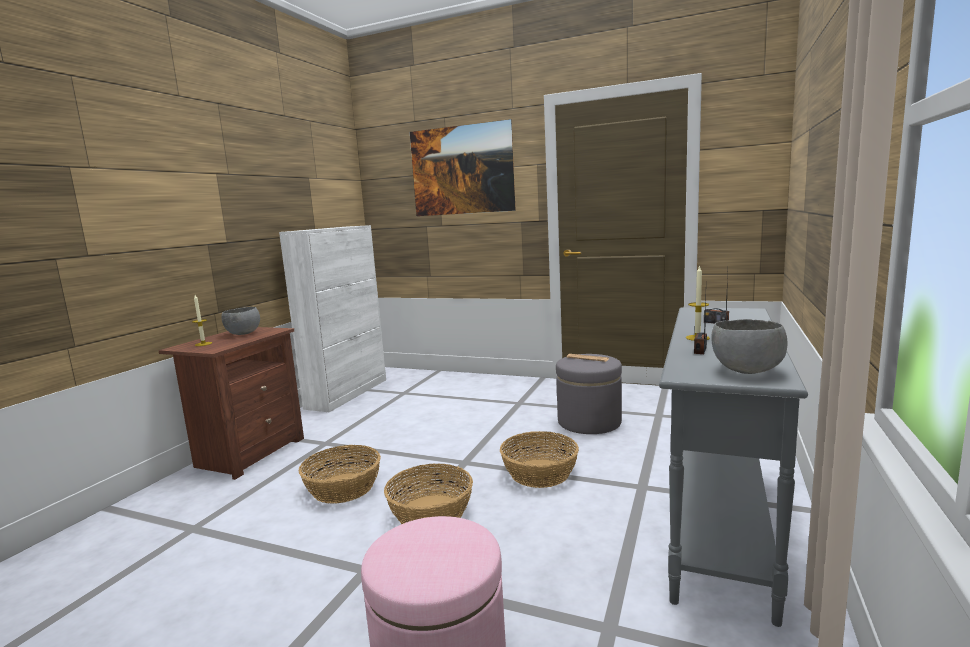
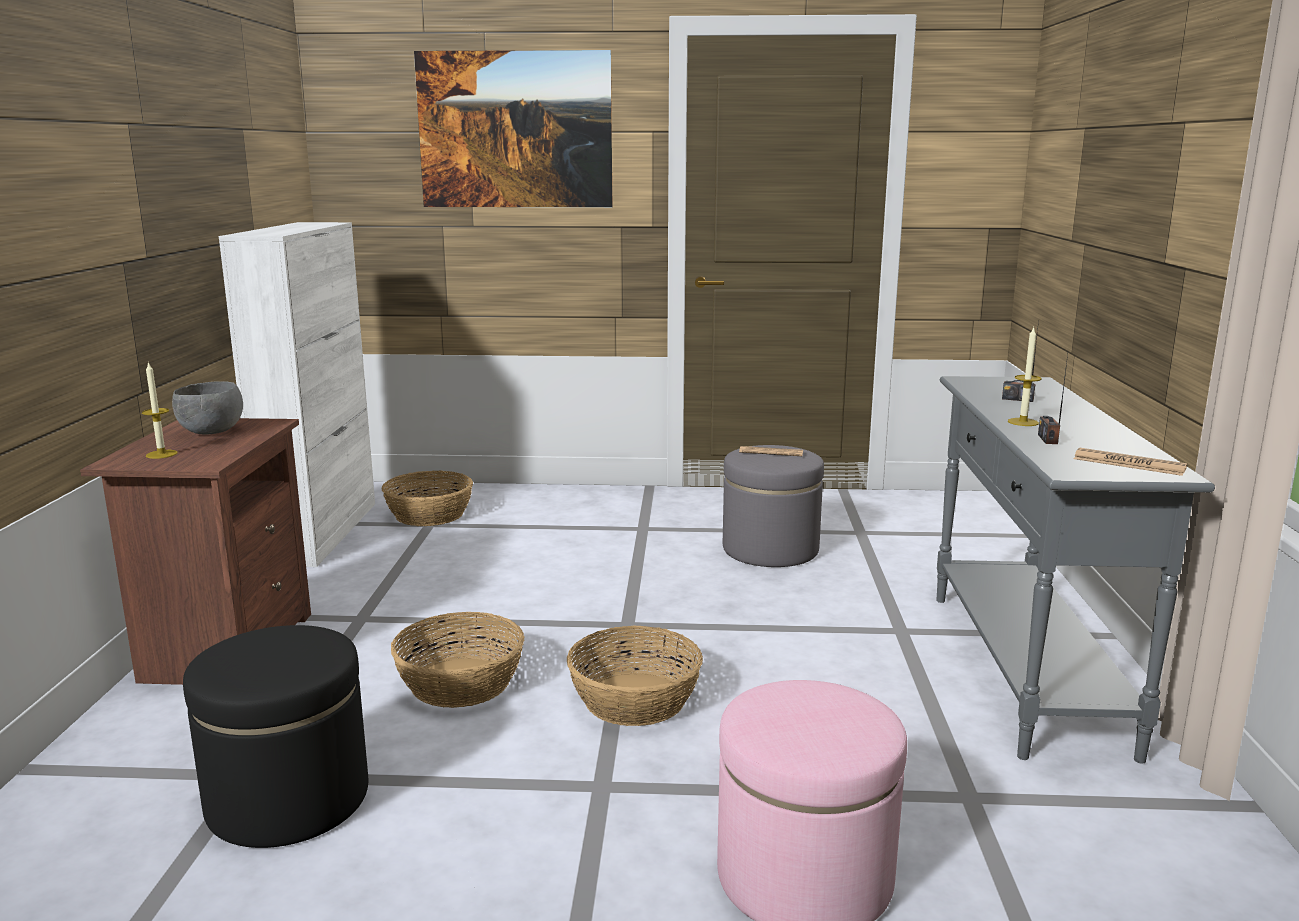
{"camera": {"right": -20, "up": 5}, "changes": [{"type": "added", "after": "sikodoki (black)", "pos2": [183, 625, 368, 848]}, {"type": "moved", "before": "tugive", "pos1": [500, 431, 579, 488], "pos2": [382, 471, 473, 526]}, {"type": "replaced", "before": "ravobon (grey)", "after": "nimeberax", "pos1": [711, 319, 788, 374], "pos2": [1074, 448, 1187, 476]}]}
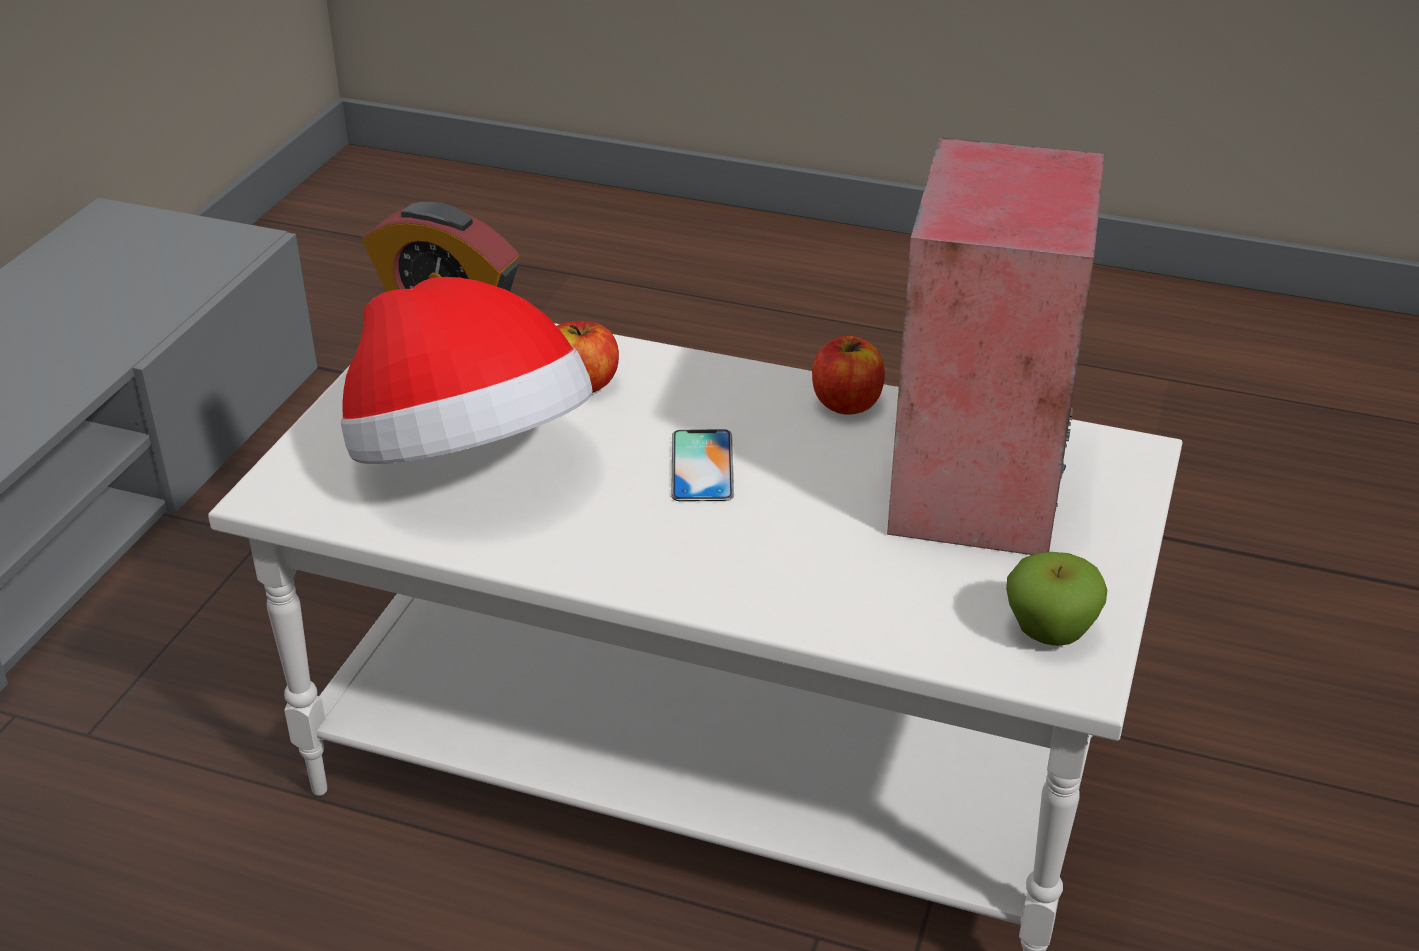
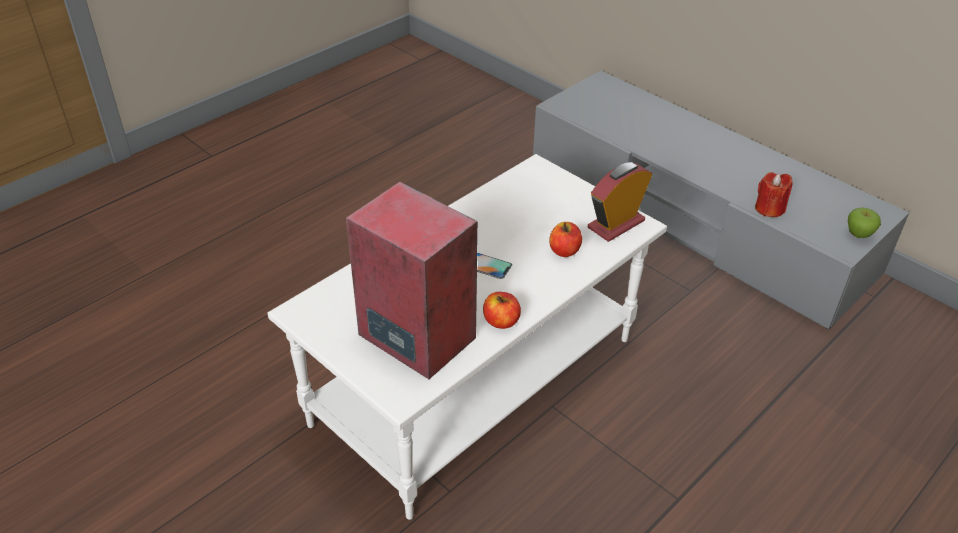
{"camera": {"right": 115, "up": 5}, "changes": [{"type": "removed", "before": "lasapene", "pos1": [341, 277, 593, 464]}, {"type": "added", "after": "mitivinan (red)", "pos2": [755, 172, 793, 217]}, {"type": "moved", "before": "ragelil", "pos1": [1006, 552, 1107, 646], "pos2": [848, 208, 881, 238]}]}
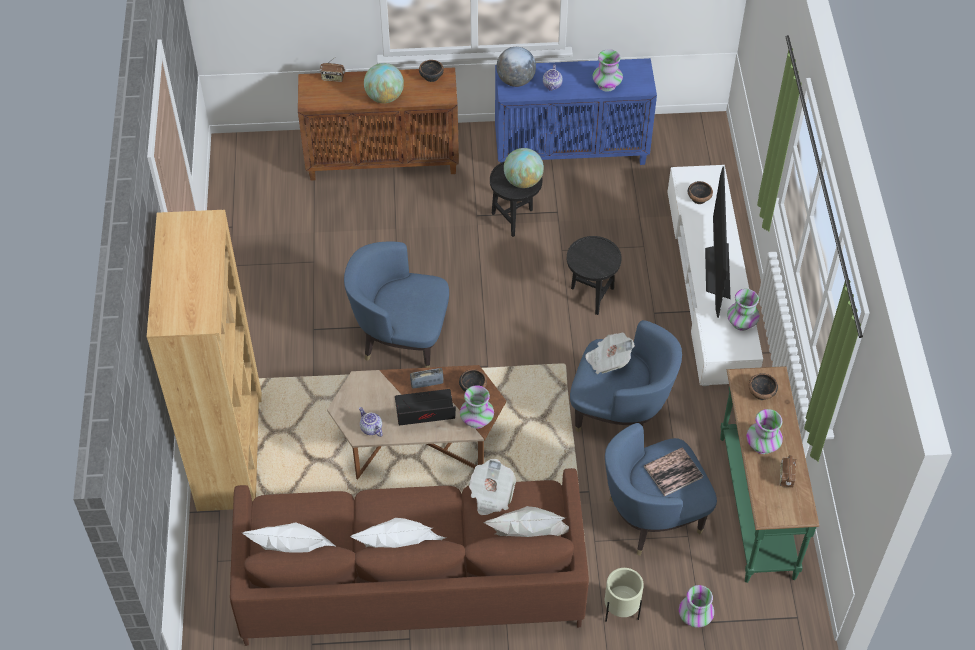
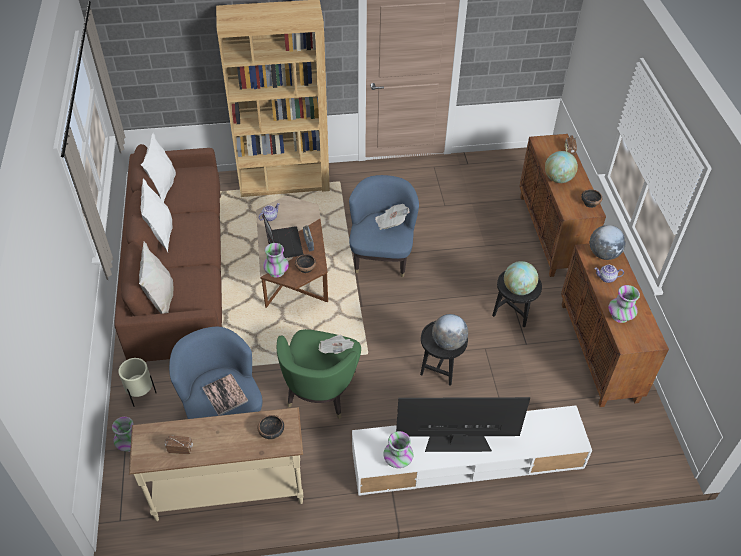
{"camera": {"right": 85, "up": -5}, "changes": [{"type": "removed", "before": "ravobon", "pos1": [688, 181, 713, 204]}, {"type": "removed", "before": "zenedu", "pos1": [747, 409, 783, 454]}, {"type": "added", "after": "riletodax", "pos2": [432, 314, 468, 350]}, {"type": "moved", "before": "nimeberax", "pos1": [468, 459, 516, 515], "pos2": [375, 204, 409, 230]}, {"type": "recoloured", "before": "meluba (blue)", "after": "meluba (brown)", "pos1": [495, 58, 657, 165], "pos2": [561, 244, 669, 407]}, {"type": "recoloured", "before": "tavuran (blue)", "after": "tavuran (green)", "pos1": [570, 320, 682, 432], "pos2": [277, 329, 361, 419]}, {"type": "recoloured", "before": "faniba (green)", "after": "faniba (beige)", "pos1": [720, 366, 819, 583], "pos2": [129, 407, 303, 521]}]}
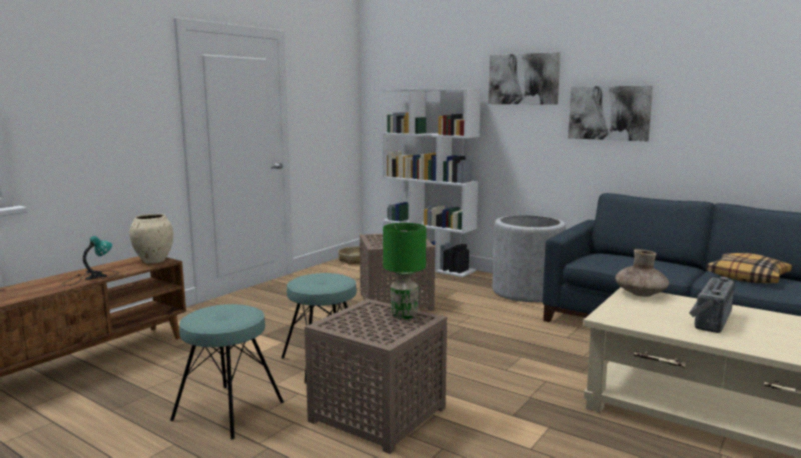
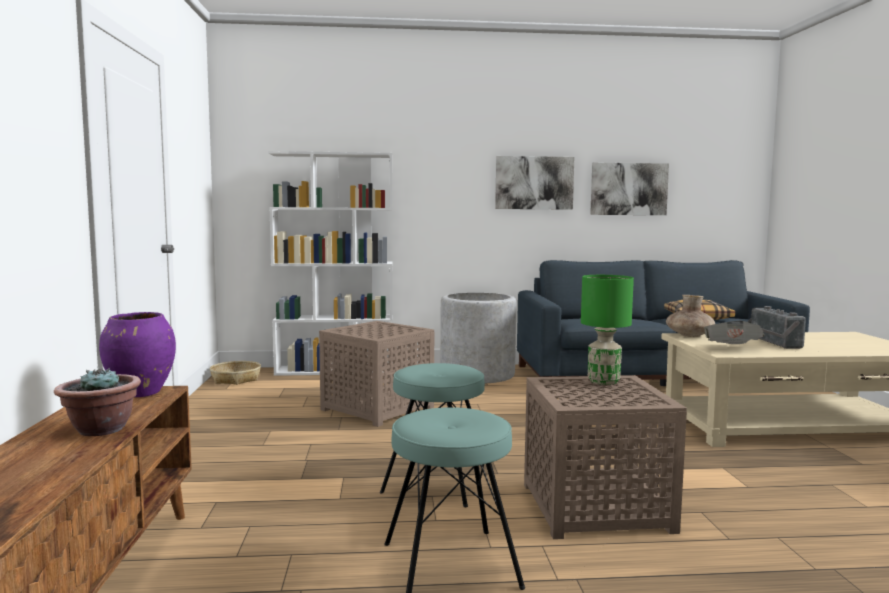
{"camera": {"right": -40, "up": -5}, "changes": [{"type": "added", "after": "nimeberax", "pos2": [704, 321, 765, 344]}, {"type": "moved", "before": "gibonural", "pos1": [488, 52, 561, 105], "pos2": [590, 162, 669, 215]}, {"type": "replaced", "before": "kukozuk", "after": "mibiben", "pos1": [62, 236, 119, 286], "pos2": [54, 366, 141, 436]}, {"type": "recoloured", "before": "zenedu (beige)", "after": "zenedu (purple)", "pos1": [130, 214, 173, 264], "pos2": [99, 312, 176, 397]}]}
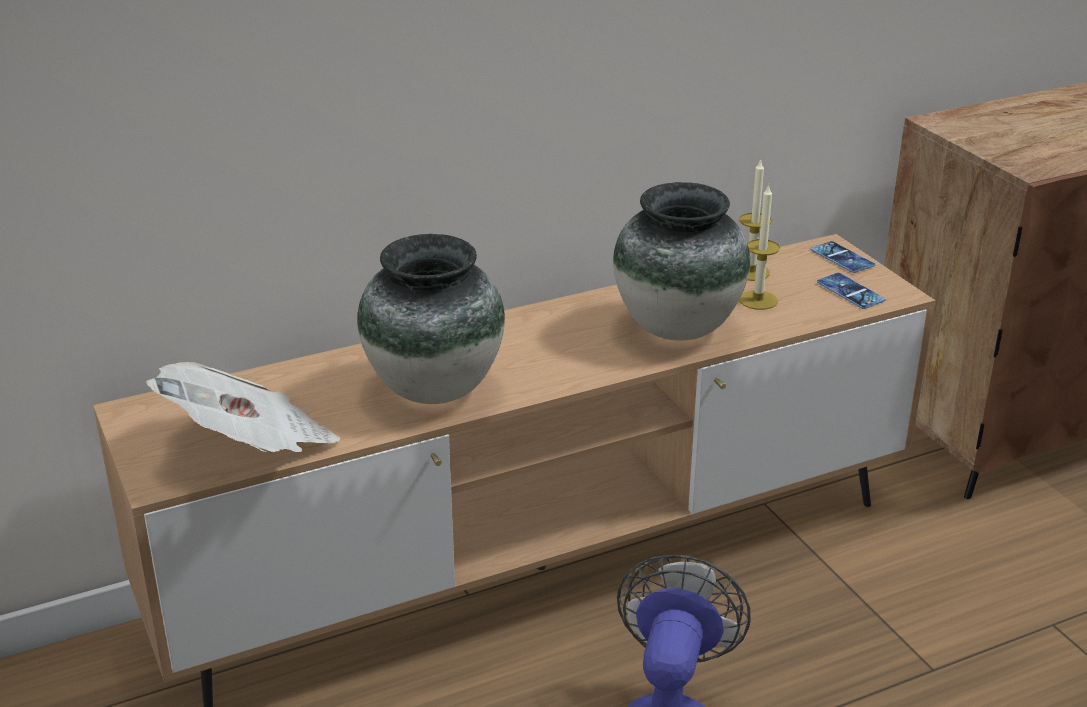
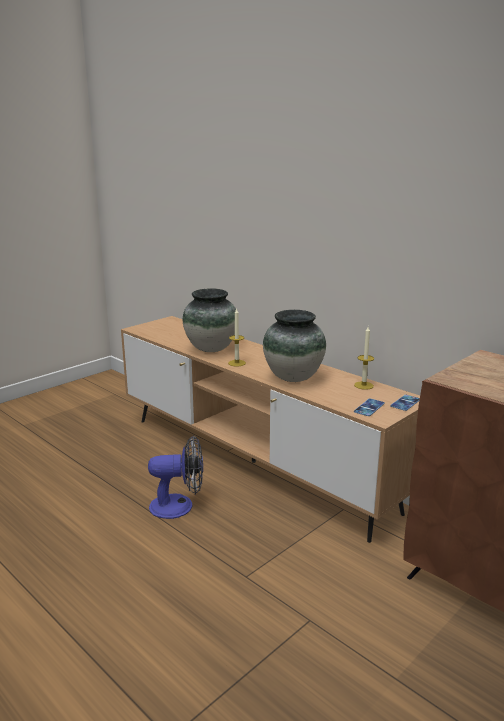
{"camera": {"right": 70, "up": -10}, "changes": [{"type": "removed", "before": "nimeberax", "pos1": [146, 362, 340, 453]}, {"type": "moved", "before": "mitivinan", "pos1": [739, 184, 780, 310], "pos2": [228, 308, 246, 367]}]}
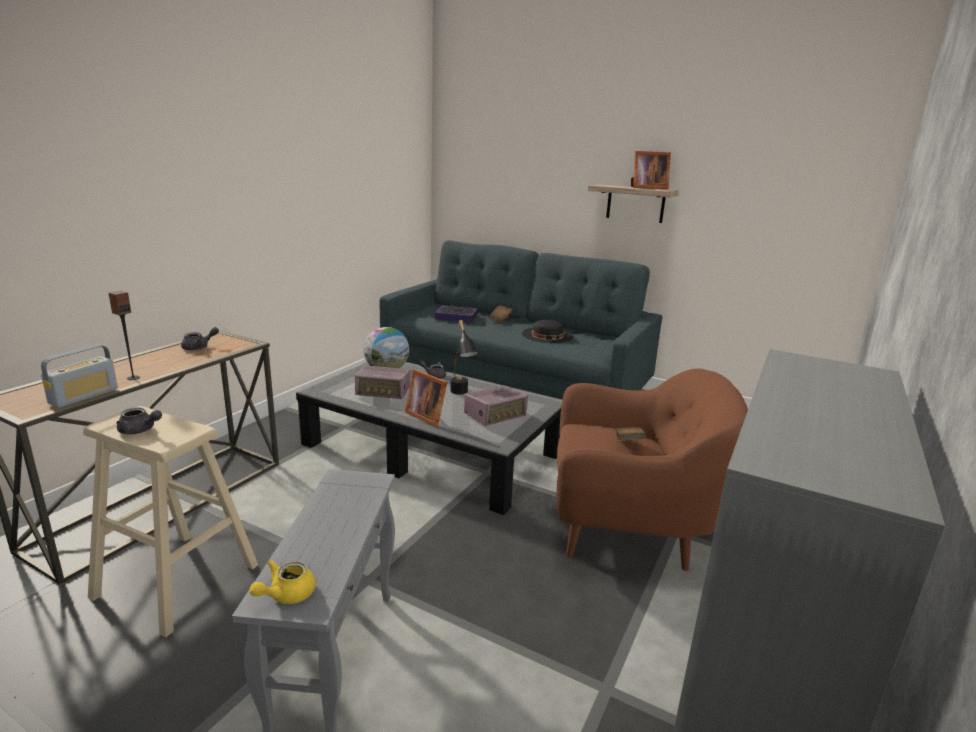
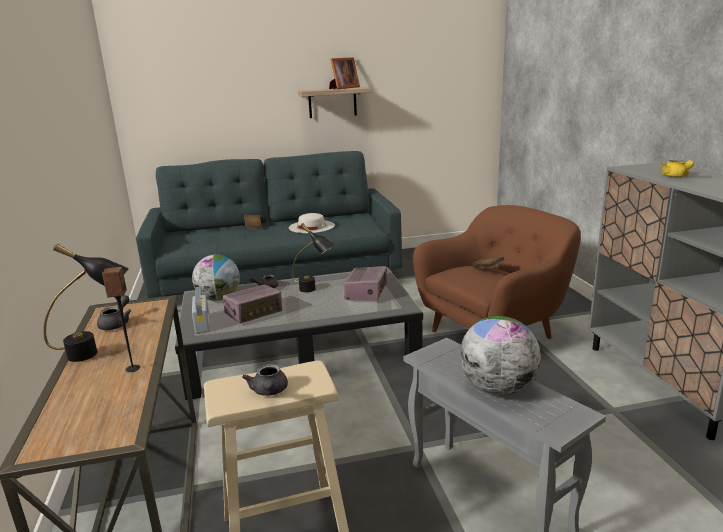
{"camera": {"right": -40, "up": 0}, "changes": [{"type": "removed", "before": "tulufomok", "pos1": [405, 369, 447, 427]}, {"type": "removed", "before": "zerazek", "pos1": [434, 305, 478, 323]}, {"type": "added", "after": "kukozuk (black)", "pos2": [43, 243, 129, 362]}, {"type": "added", "after": "riletodax", "pos2": [460, 316, 541, 396]}, {"type": "moved", "before": "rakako", "pos1": [41, 345, 118, 408], "pos2": [192, 287, 210, 333]}, {"type": "moved", "before": "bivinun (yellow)", "pos1": [250, 560, 316, 604], "pos2": [661, 160, 694, 177]}, {"type": "recoloured", "before": "lasapene (black)", "after": "lasapene (white)", "pos1": [522, 320, 574, 343], "pos2": [289, 213, 335, 233]}, {"type": "turned", "before": "bivinun (grey)", "pos1": [116, 407, 162, 434], "pos2": [242, 364, 288, 396], "turn": 105}]}
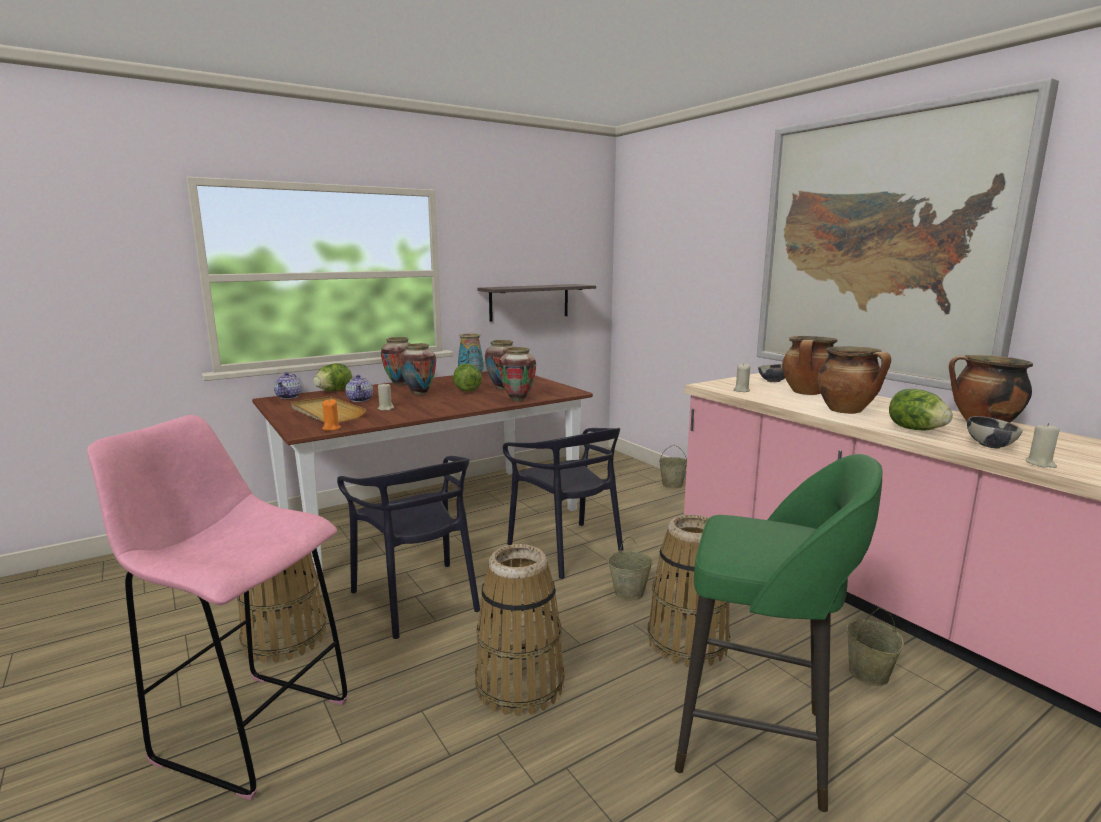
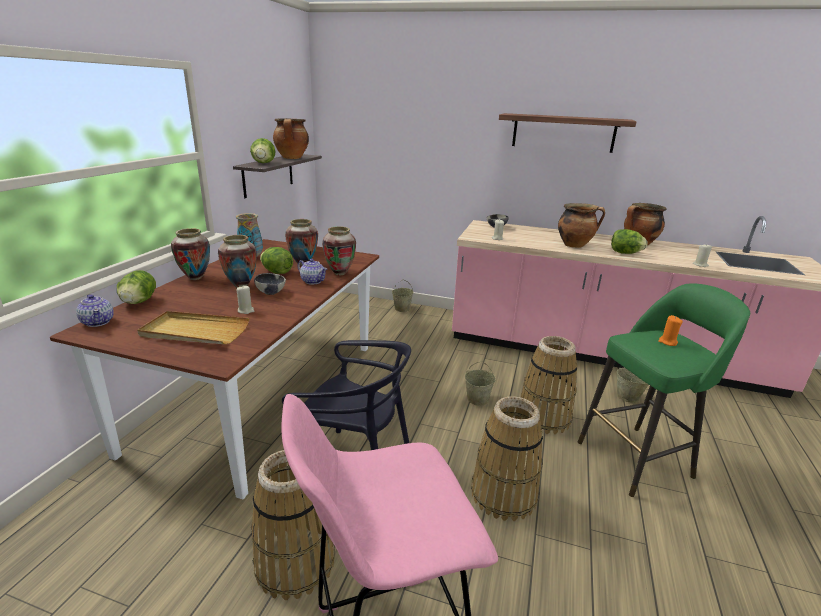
{"camera": {"right": -40, "up": 10}, "changes": [{"type": "removed", "before": "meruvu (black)", "pos1": [503, 428, 624, 579]}, {"type": "added", "after": "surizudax", "pos2": [250, 138, 276, 163]}, {"type": "moved", "before": "mitivinan (orange)", "pos1": [322, 399, 341, 431], "pos2": [658, 315, 683, 346]}, {"type": "moved", "before": "bivinun", "pos1": [345, 375, 373, 402], "pos2": [298, 259, 327, 285]}, {"type": "moved", "before": "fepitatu", "pos1": [782, 336, 838, 395], "pos2": [273, 118, 309, 159]}, {"type": "moved", "before": "ravobon", "pos1": [967, 416, 1023, 449], "pos2": [254, 273, 286, 295]}, {"type": "replaced", "before": "gibonural", "after": "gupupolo", "pos1": [757, 78, 1059, 390], "pos2": [499, 113, 637, 153]}]}
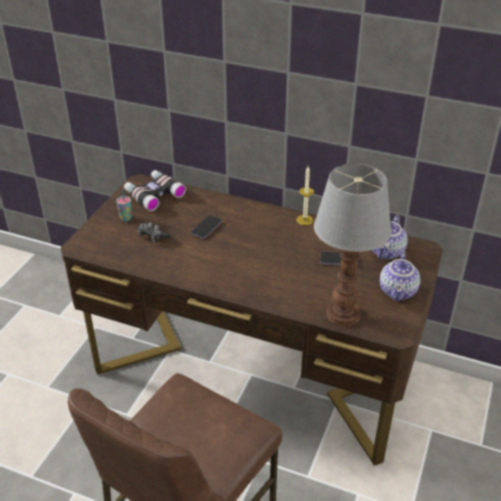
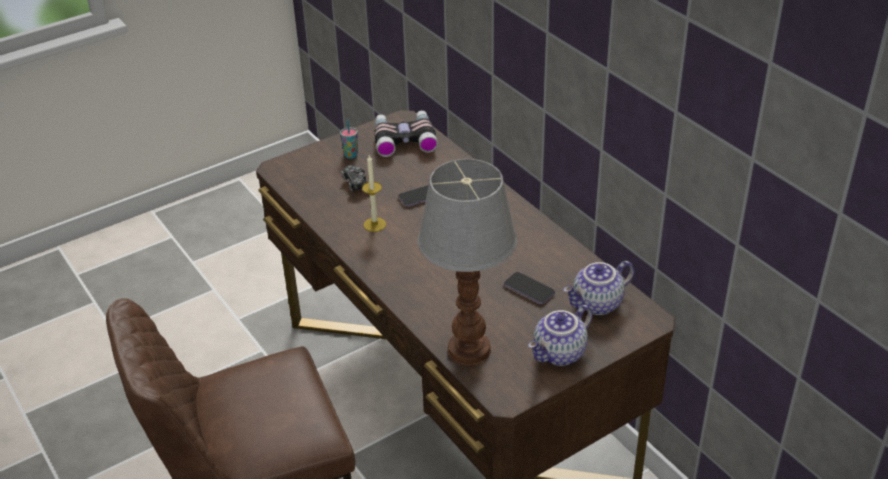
{"camera": {"right": 35, "up": 0}, "changes": [{"type": "moved", "before": "mitivinan", "pos1": [296, 167, 314, 225], "pos2": [362, 155, 386, 232]}]}
